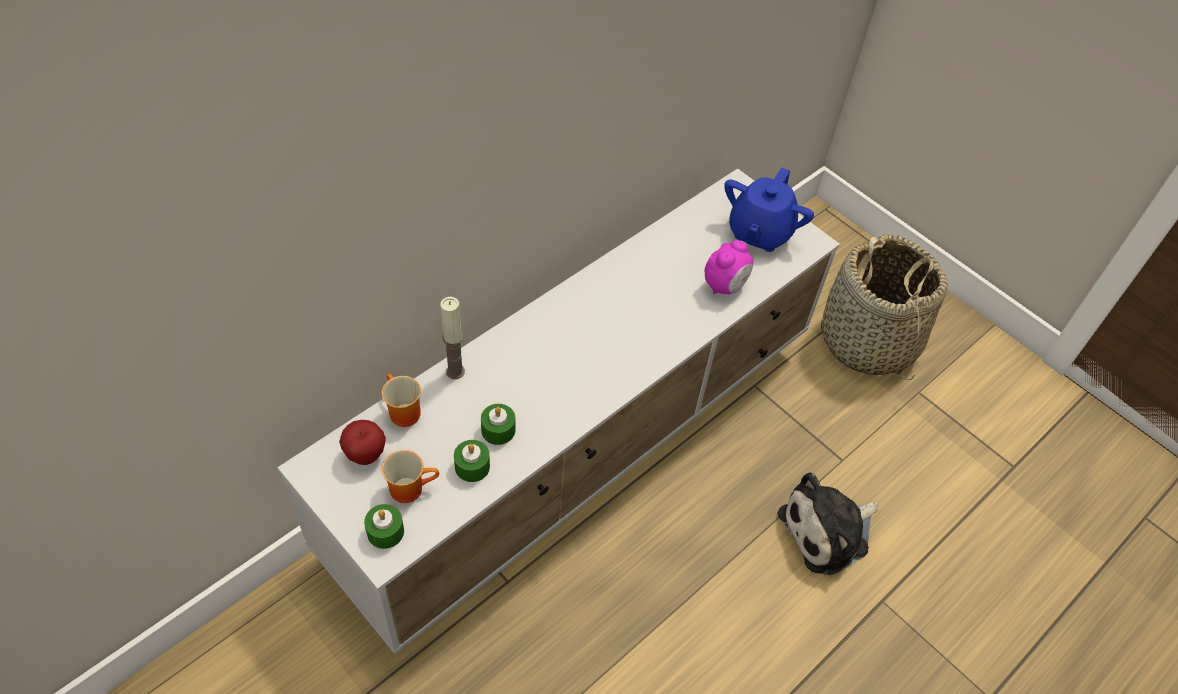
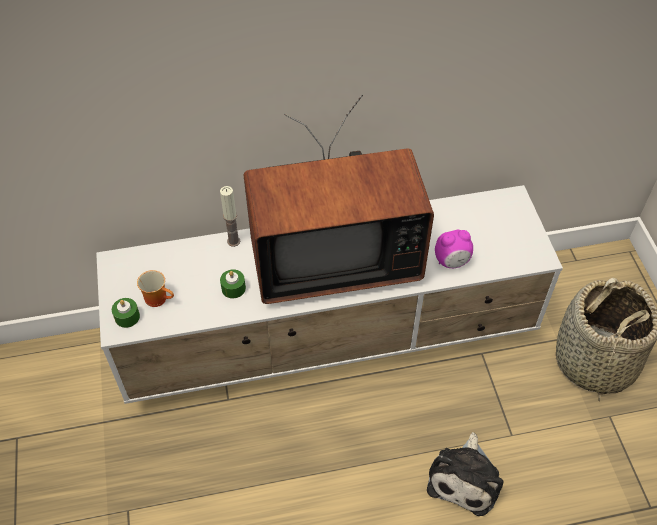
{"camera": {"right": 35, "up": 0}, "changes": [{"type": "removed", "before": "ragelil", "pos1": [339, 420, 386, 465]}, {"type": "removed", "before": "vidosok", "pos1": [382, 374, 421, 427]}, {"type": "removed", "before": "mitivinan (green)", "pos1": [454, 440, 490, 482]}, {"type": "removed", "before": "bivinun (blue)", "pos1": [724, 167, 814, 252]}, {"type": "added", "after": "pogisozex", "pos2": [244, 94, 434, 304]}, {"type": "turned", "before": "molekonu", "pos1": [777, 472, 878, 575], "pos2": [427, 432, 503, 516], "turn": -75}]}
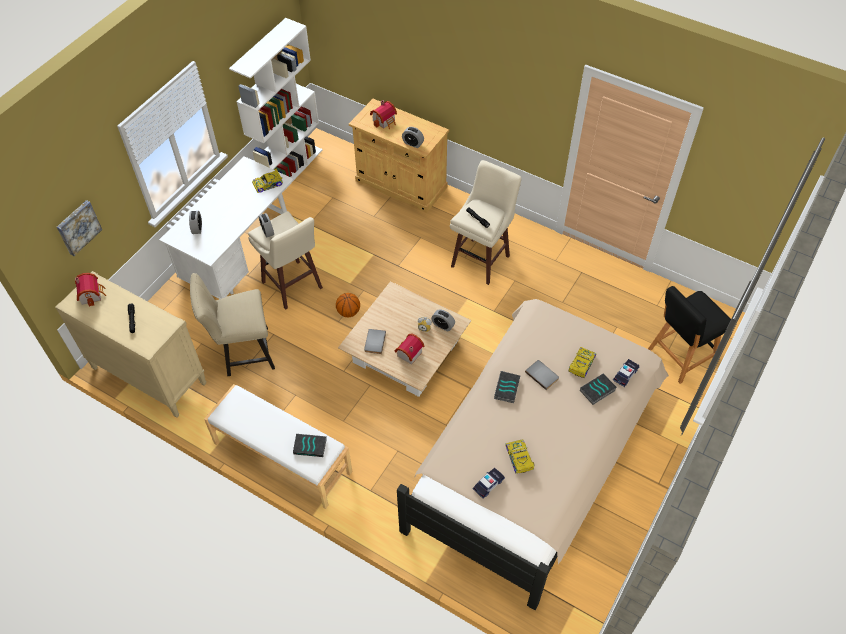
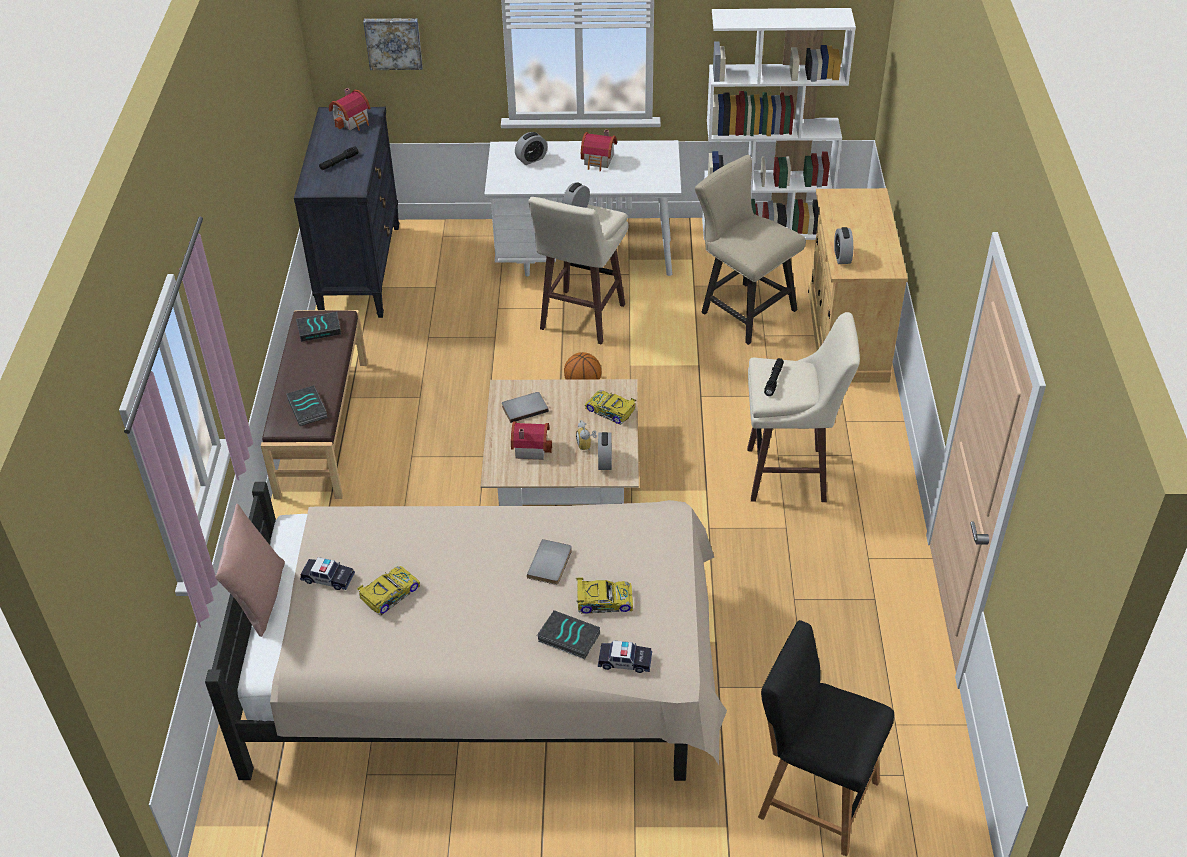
{"camera": {"right": 60, "up": -10}, "changes": [{"type": "added", "after": "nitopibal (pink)", "pos2": [215, 504, 285, 637]}, {"type": "moved", "before": "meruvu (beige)", "pos1": [190, 273, 275, 376], "pos2": [695, 155, 806, 345]}, {"type": "moved", "before": "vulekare", "pos1": [252, 168, 283, 193], "pos2": [585, 390, 636, 425]}, {"type": "moved", "before": "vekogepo", "pos1": [370, 100, 397, 129], "pos2": [581, 130, 617, 171]}, {"type": "moved", "before": "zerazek", "pos1": [494, 371, 520, 403], "pos2": [296, 312, 341, 342]}, {"type": "recoloured", "before": "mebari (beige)", "after": "mebari (black)", "pos1": [55, 271, 206, 418], "pos2": [294, 107, 399, 318]}, {"type": "recoloured", "before": "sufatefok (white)", "after": "sufatefok (brown)", "pos1": [204, 384, 352, 509], "pos2": [261, 310, 367, 499]}]}
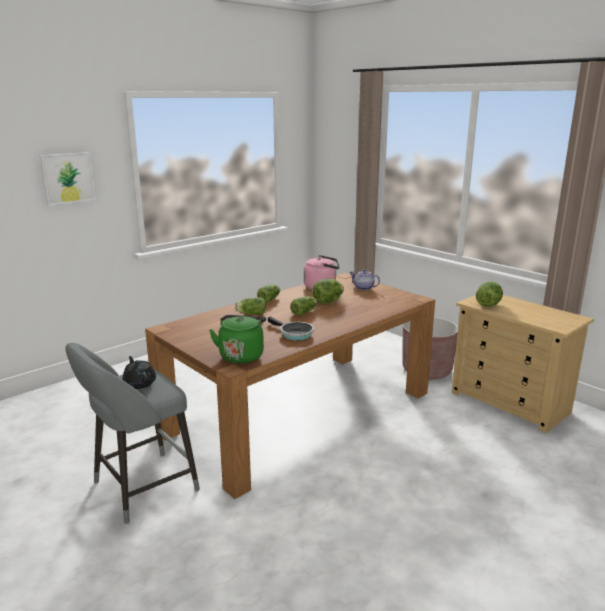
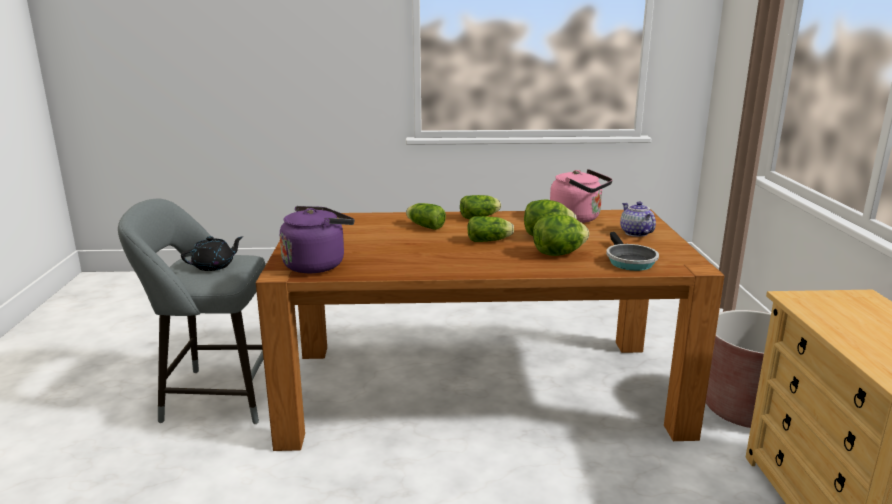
{"camera": {"right": 40, "up": 0}, "changes": [{"type": "removed", "before": "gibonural", "pos1": [40, 152, 96, 206]}, {"type": "moved", "before": "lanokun", "pos1": [268, 317, 314, 340], "pos2": [606, 232, 659, 271]}, {"type": "moved", "before": "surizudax", "pos1": [476, 282, 503, 307], "pos2": [533, 214, 589, 256]}, {"type": "recoloured", "before": "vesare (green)", "after": "vesare (purple)", "pos1": [209, 315, 266, 364], "pos2": [280, 206, 355, 273]}, {"type": "turned", "before": "bivinun (black)", "pos1": [123, 356, 156, 389], "pos2": [181, 236, 243, 271], "turn": 45}]}
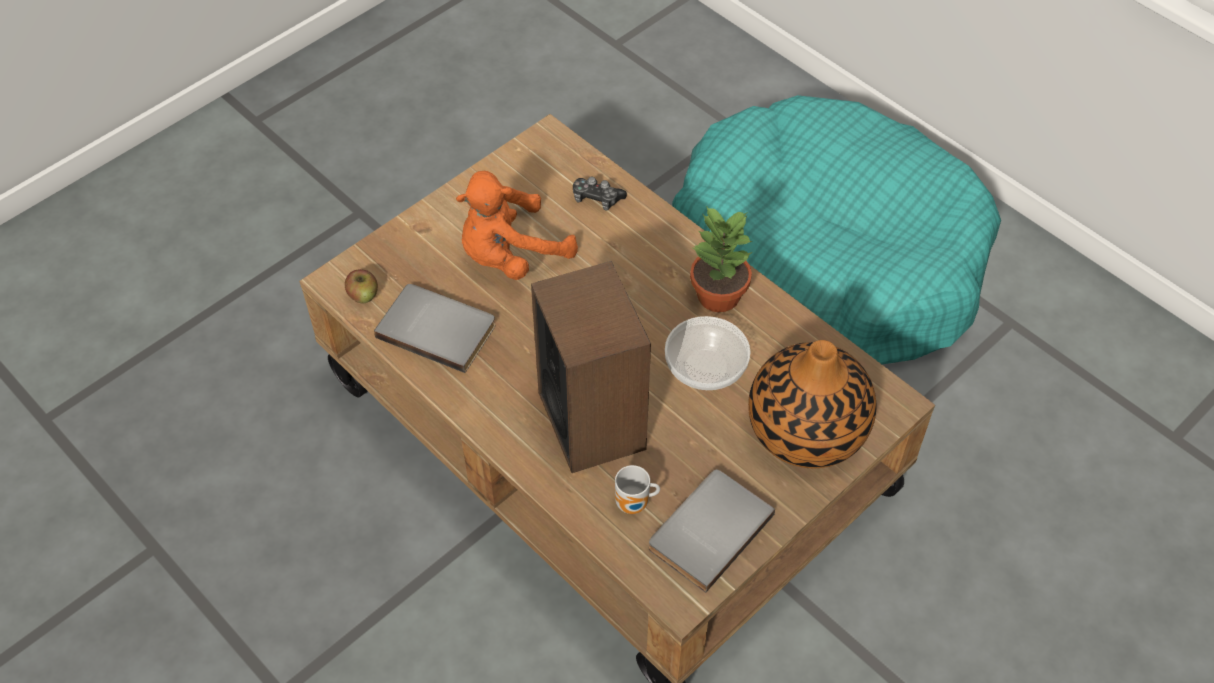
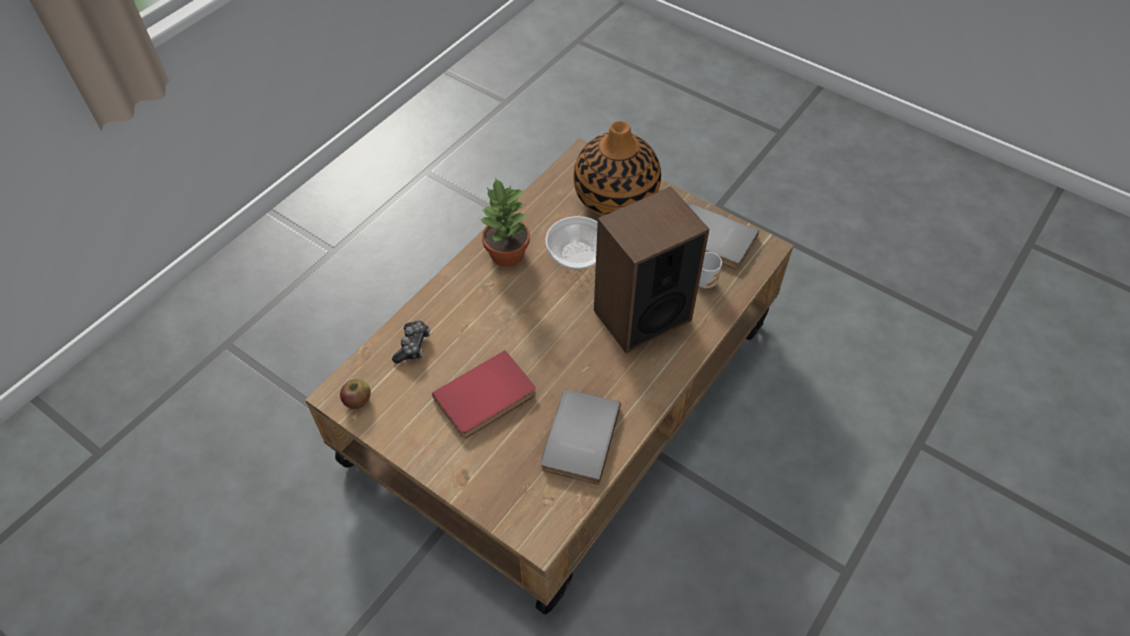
{"camera": {"right": -100, "up": 0}, "changes": [{"type": "removed", "before": "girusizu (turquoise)", "pos1": [672, 95, 1001, 364]}, {"type": "moved", "before": "ragelil", "pos1": [345, 269, 378, 303], "pos2": [340, 379, 371, 409]}, {"type": "replaced", "before": "molekonu (orange)", "after": "zerazek (red)", "pos1": [456, 171, 578, 280], "pos2": [432, 350, 536, 438]}]}
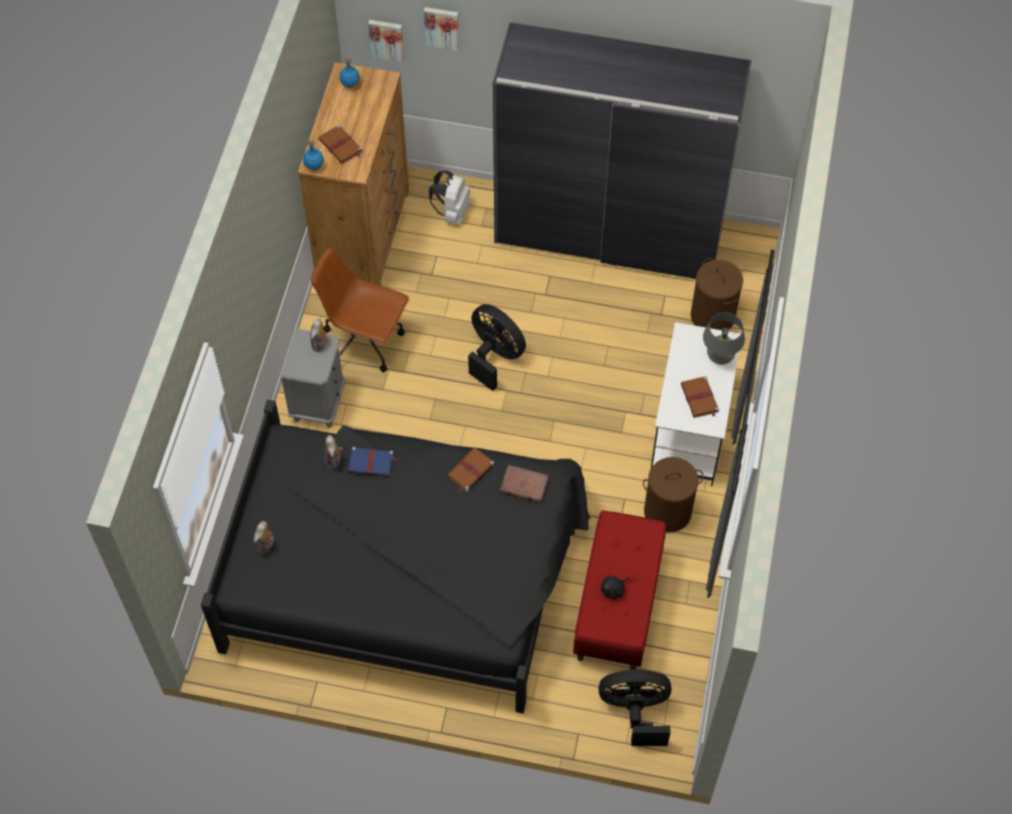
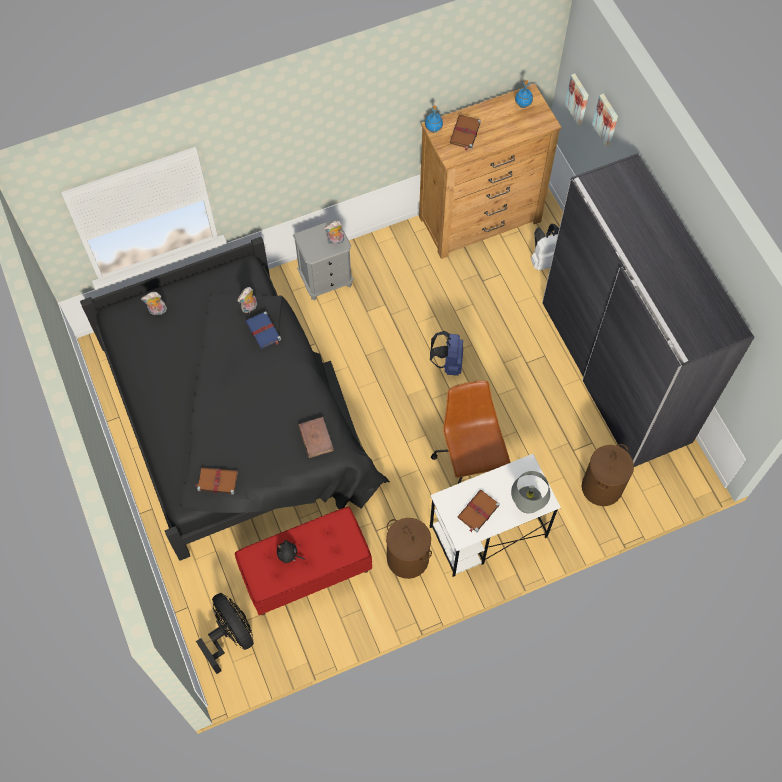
{"camera": {"right": 55, "up": 5}, "changes": [{"type": "moved", "before": "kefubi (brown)", "pos1": [311, 247, 409, 372], "pos2": [431, 380, 510, 484]}, {"type": "moved", "before": "zerazek (brown)", "pos1": [447, 447, 494, 492], "pos2": [195, 467, 238, 495]}, {"type": "replaced", "before": "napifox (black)", "after": "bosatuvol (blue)", "pos1": [468, 304, 526, 391], "pos2": [430, 331, 463, 376]}]}
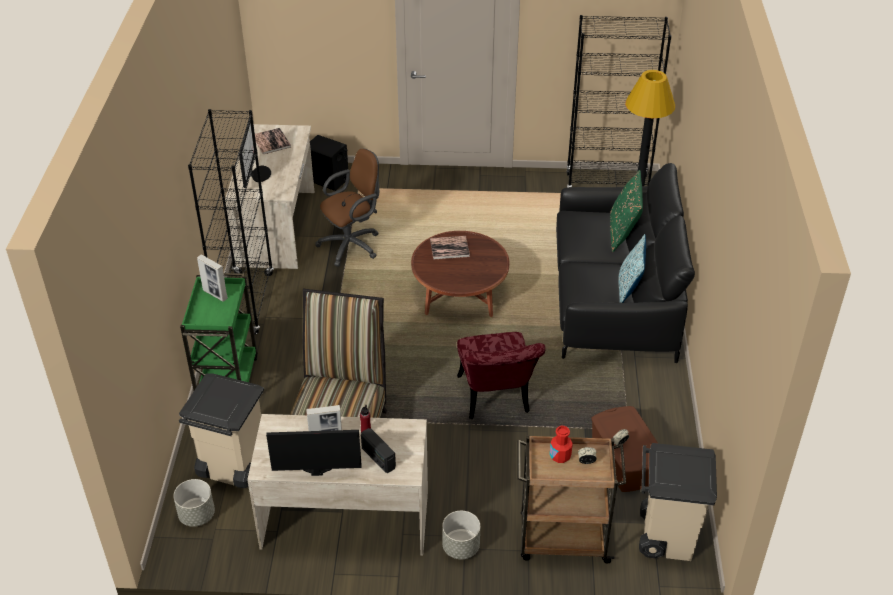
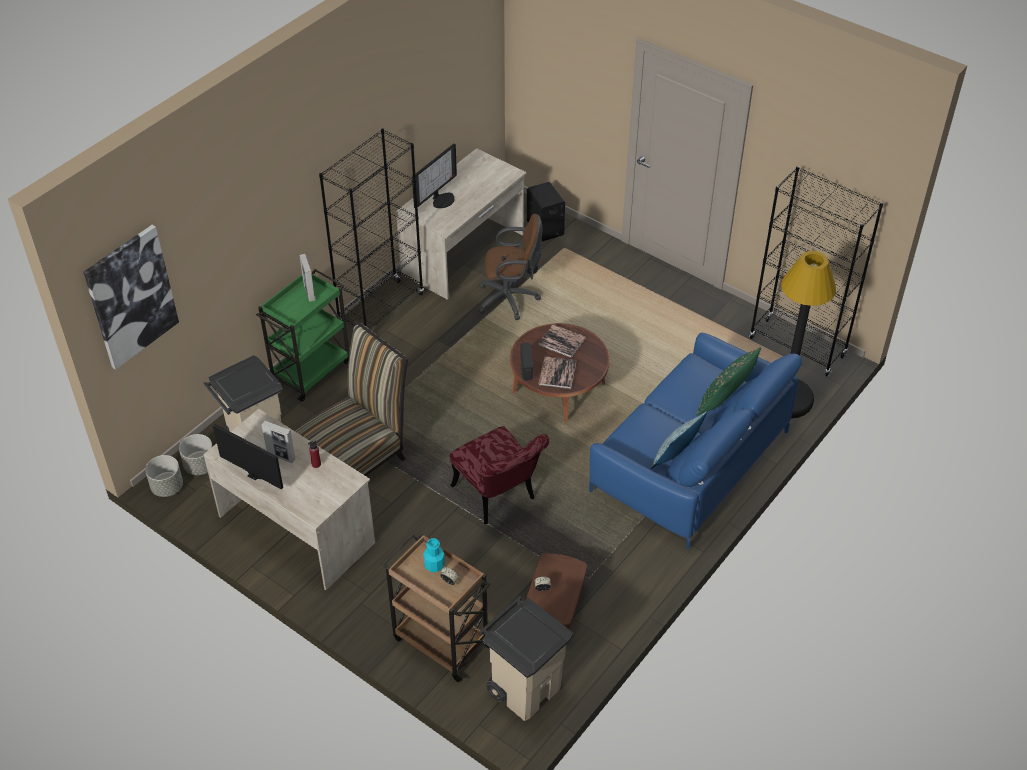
{"camera": {"right": 35, "up": 5}, "changes": [{"type": "added", "after": "gibonural", "pos2": [83, 225, 179, 370]}, {"type": "moved", "before": "zerazek", "pos1": [255, 128, 291, 154], "pos2": [539, 357, 576, 389]}, {"type": "moved", "before": "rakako", "pos1": [361, 428, 396, 473], "pos2": [521, 342, 533, 381]}, {"type": "moved", "before": "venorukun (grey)", "pos1": [442, 511, 480, 559], "pos2": [145, 455, 183, 497]}, {"type": "recoloured", "before": "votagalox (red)", "after": "votagalox (turquoise)", "pos1": [550, 426, 573, 463], "pos2": [423, 538, 445, 572]}, {"type": "recoloured", "before": "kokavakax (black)", "after": "kokavakax (blue)", "pos1": [556, 163, 695, 363], "pos2": [589, 333, 802, 550]}, {"type": "turned", "before": "meruvu (red)", "pos1": [457, 332, 546, 419], "pos2": [450, 426, 549, 524], "turn": -60}]}
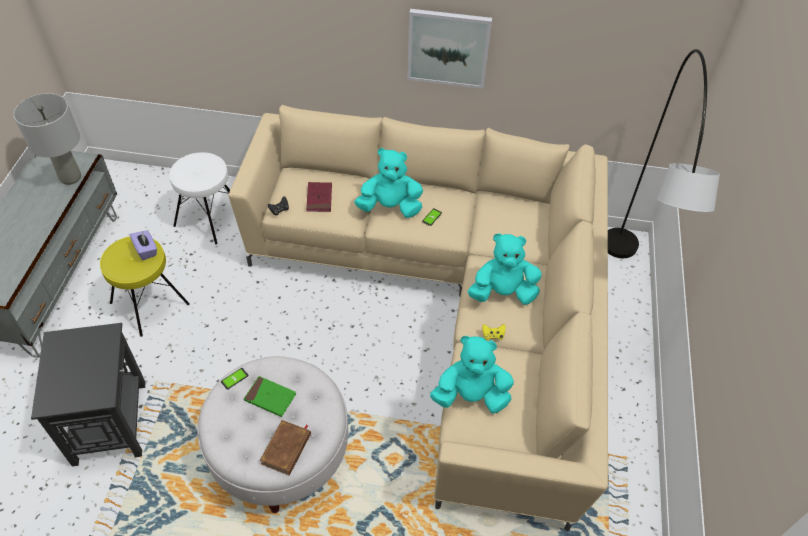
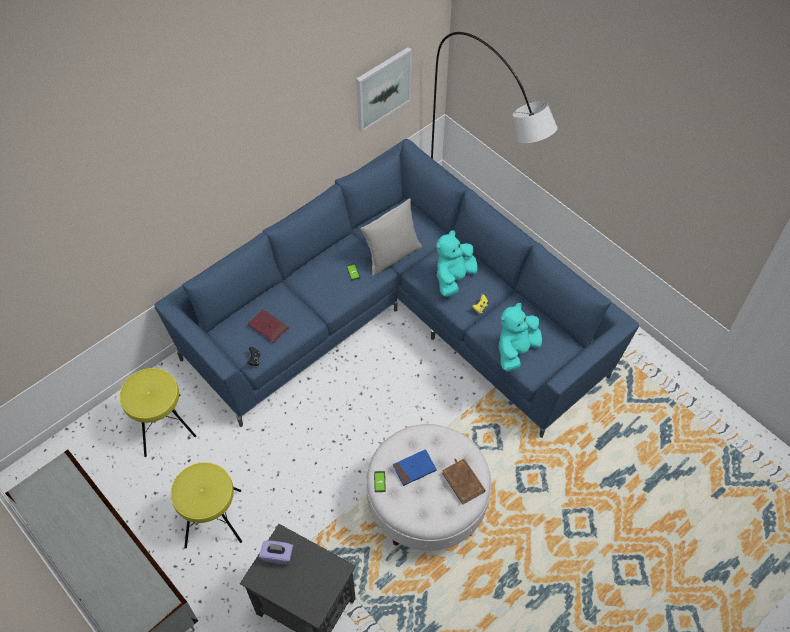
{"camera": {"right": -50, "up": 5}, "changes": [{"type": "removed", "before": "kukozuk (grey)", "pos1": [14, 93, 81, 185]}, {"type": "removed", "before": "molekonu (turquoise)", "pos1": [354, 148, 423, 218]}, {"type": "added", "after": "nitopibal (grey)", "pos2": [360, 198, 422, 276]}, {"type": "moved", "before": "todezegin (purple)", "pos1": [130, 230, 157, 260], "pos2": [259, 540, 293, 565]}, {"type": "moved", "before": "gibonural", "pos1": [407, 9, 492, 89], "pos2": [356, 47, 412, 132]}, {"type": "recoloured", "before": "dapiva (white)", "after": "dapiva (yellow)", "pos1": [169, 152, 230, 245], "pos2": [120, 368, 196, 457]}, {"type": "recoloured", "before": "kokavakax (beige)", "after": "kokavakax (blue)", "pos1": [229, 105, 608, 531], "pos2": [154, 139, 639, 438]}, {"type": "recoloured", "before": "zerazek (green)", "after": "zerazek (blue)", "pos1": [244, 376, 296, 417], "pos2": [393, 449, 437, 486]}]}
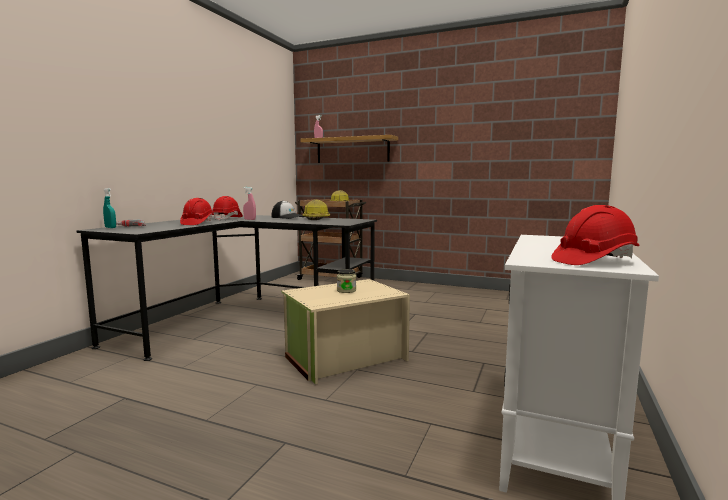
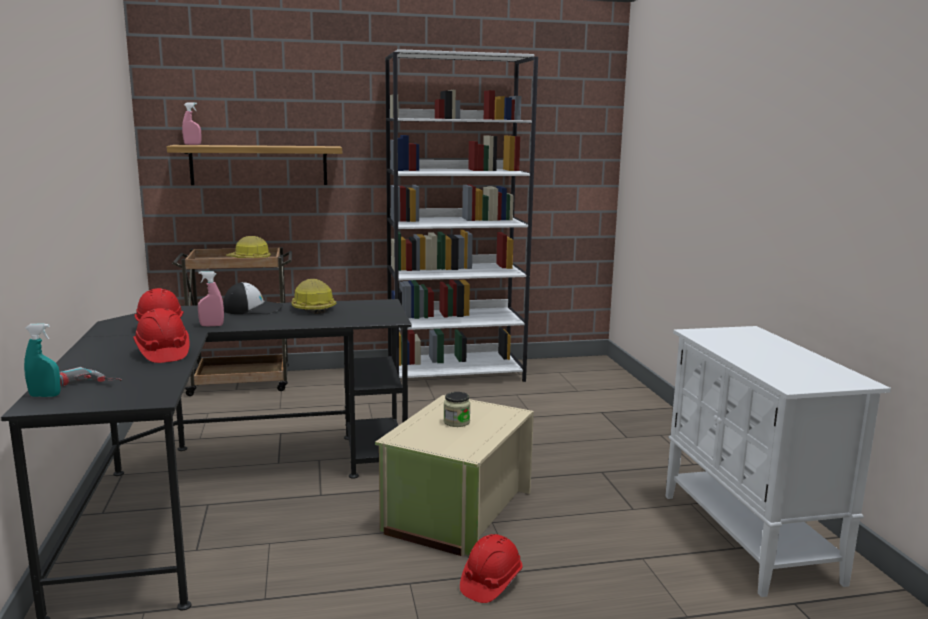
{"camera": {"right": -35, "up": 5}, "changes": [{"type": "added", "after": "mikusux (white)", "pos2": [385, 49, 538, 382]}, {"type": "moved", "before": "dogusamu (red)", "pos1": [551, 205, 639, 265], "pos2": [460, 534, 523, 603]}]}
